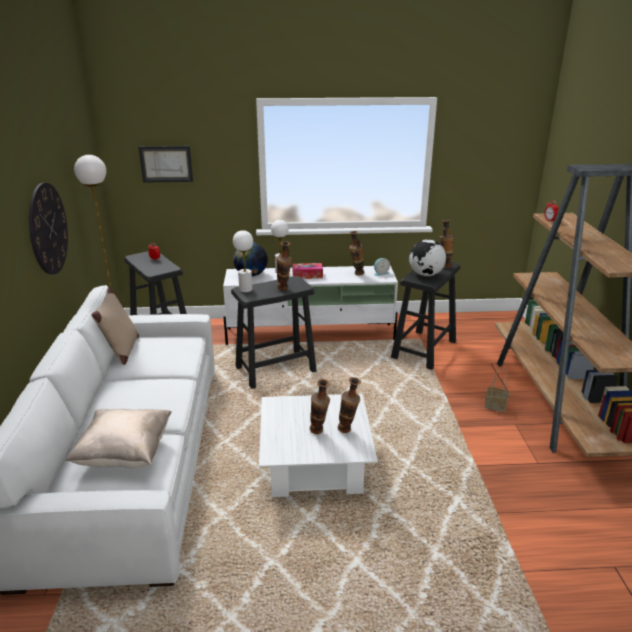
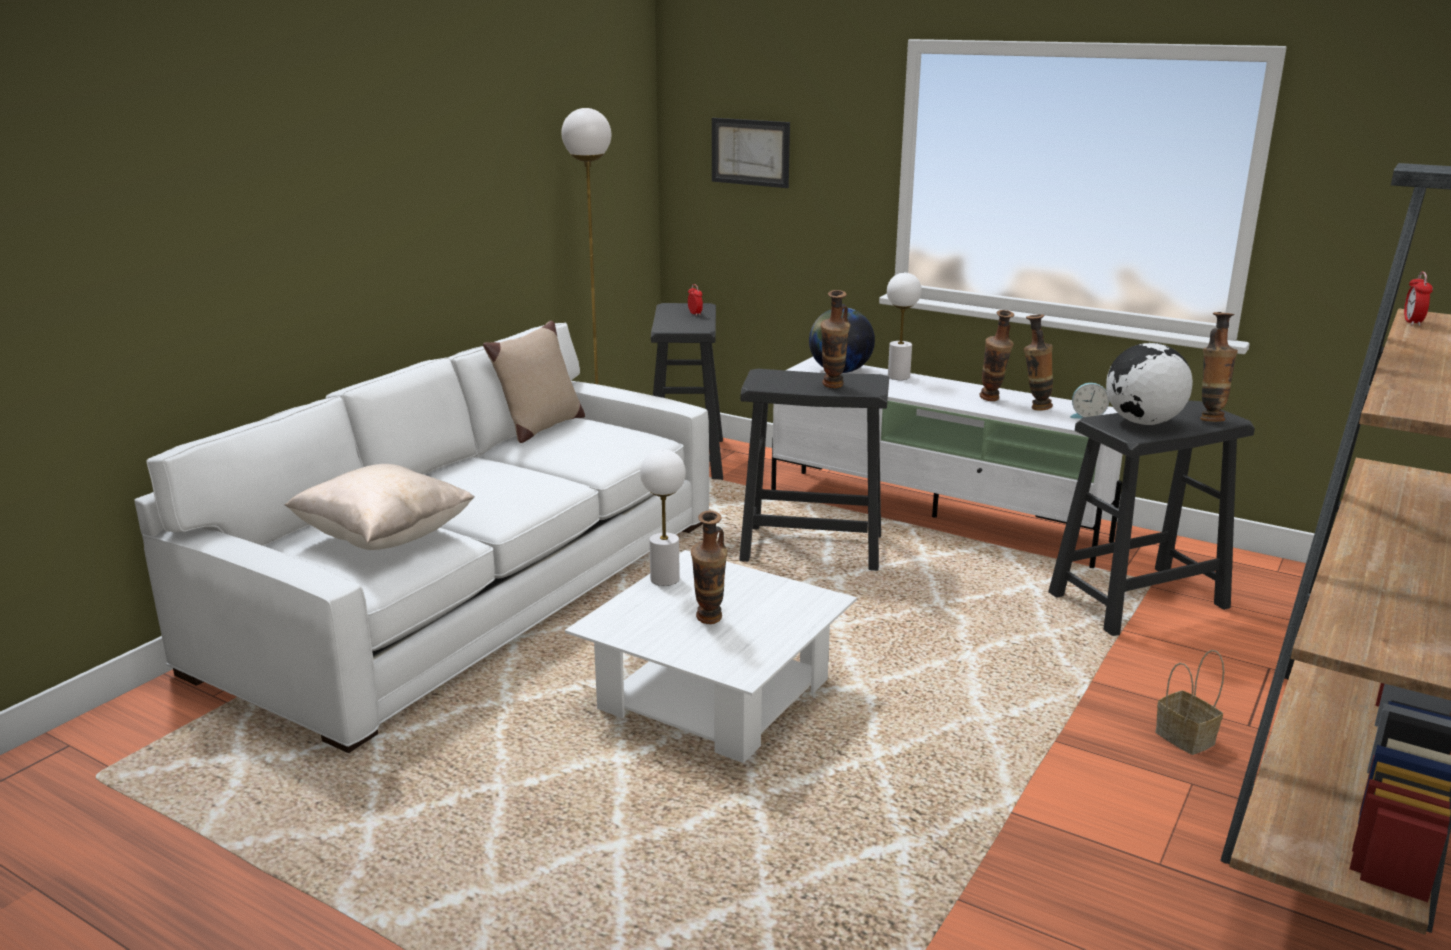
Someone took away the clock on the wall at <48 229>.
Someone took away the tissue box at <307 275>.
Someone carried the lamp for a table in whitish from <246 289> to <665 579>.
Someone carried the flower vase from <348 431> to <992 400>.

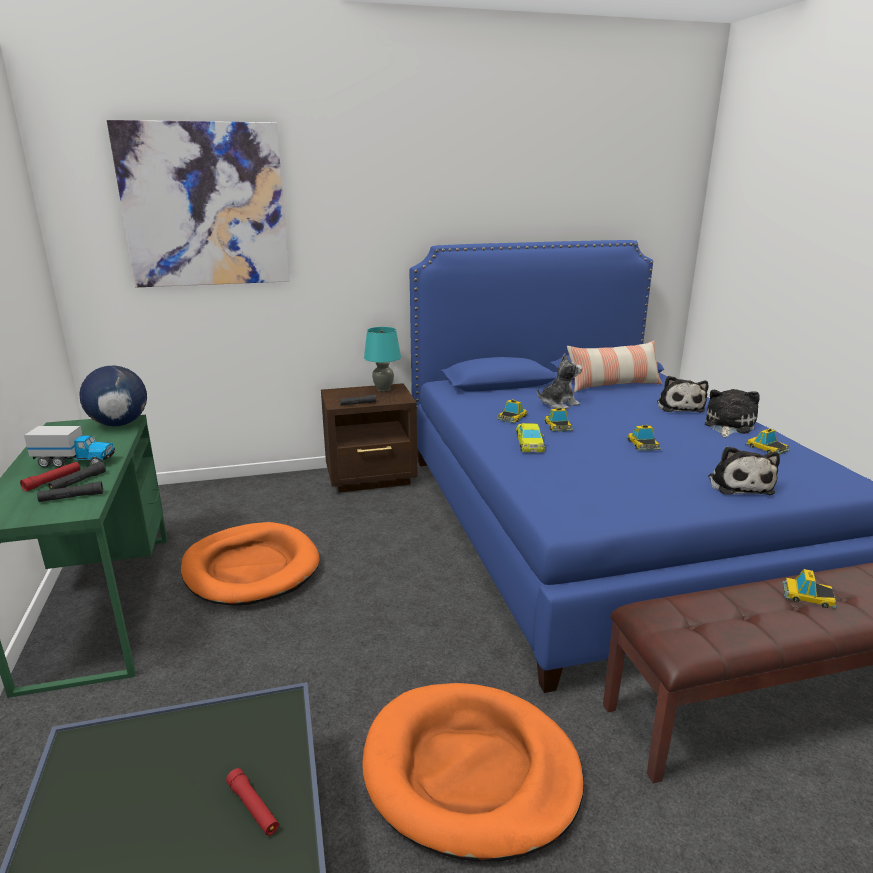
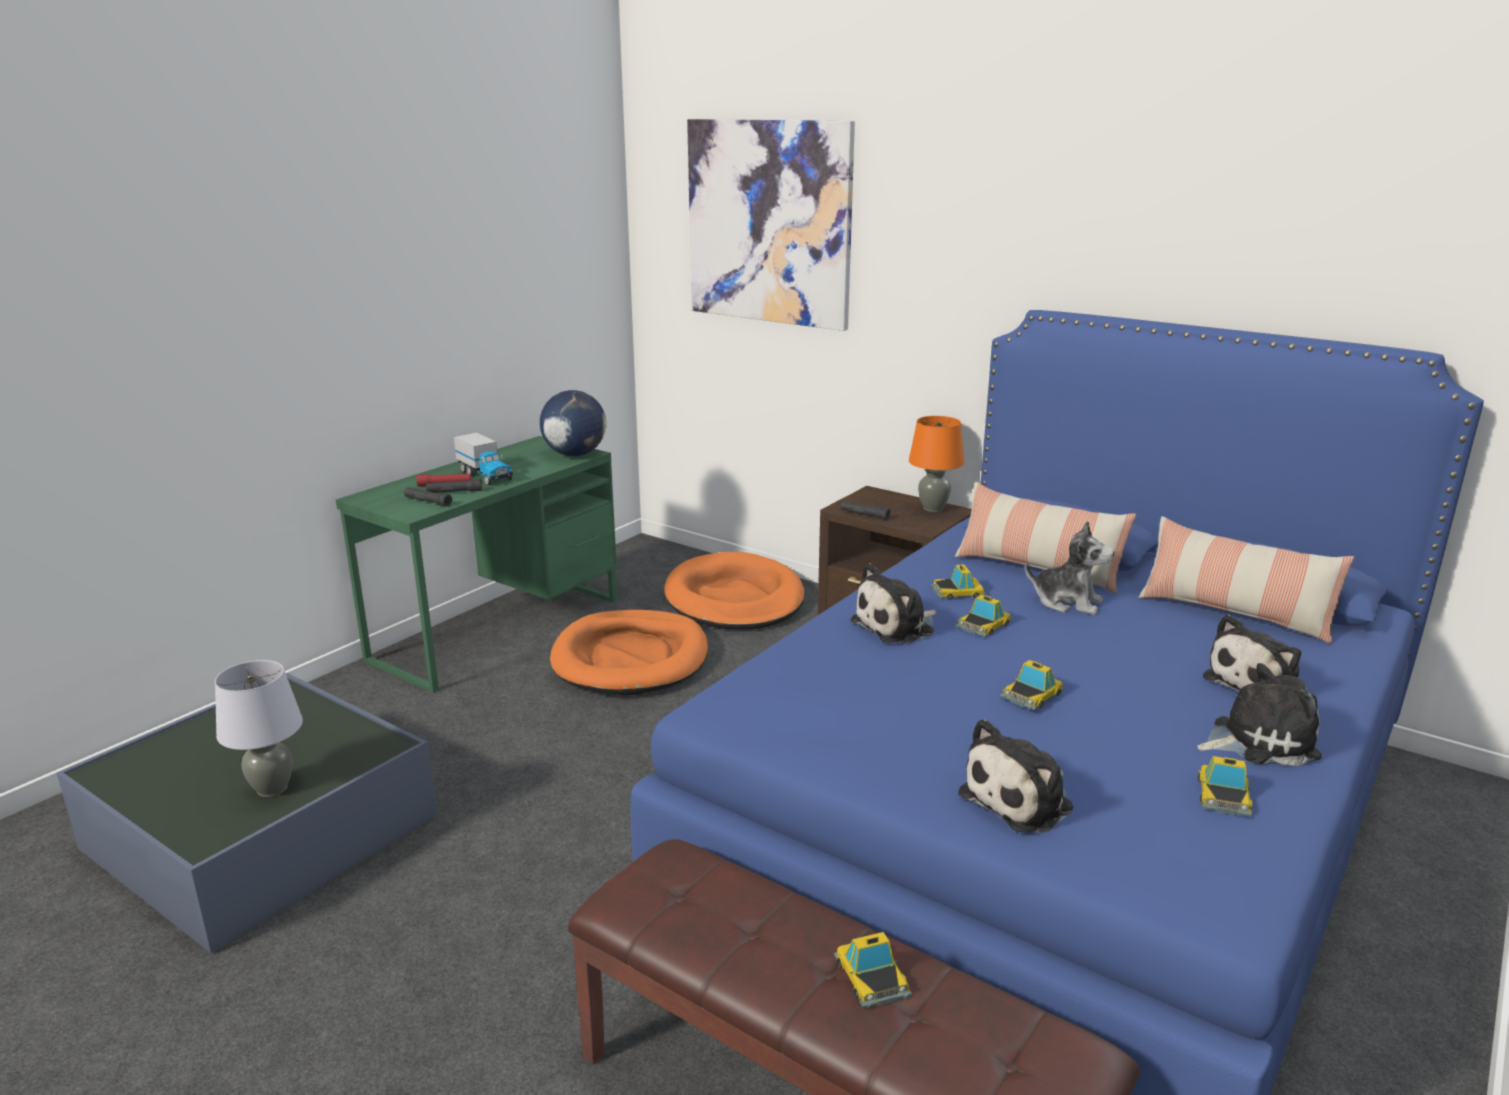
Someone put down the throw pillow at <1038 568>.
Someone carried the dog cushion in orange-coloured from <470 772> to <734 599>.
Someone swapped the hand torch in red-coloured at <253 807> for the lamp for a table in grey at <272 789>.
Someone swapped the miniature car in yellow at <529 442> for the plush toy at <897 626>.
Someone repainted the lamp for a table in turquoise at <383 389>, which became the lamp for a table in orange-coloured at <932 508>.

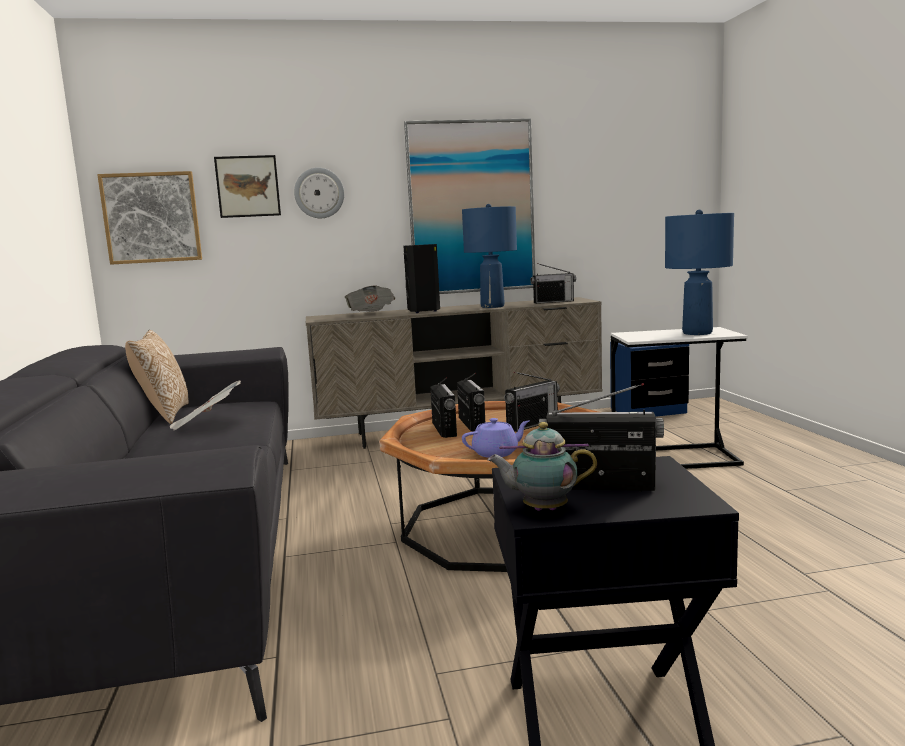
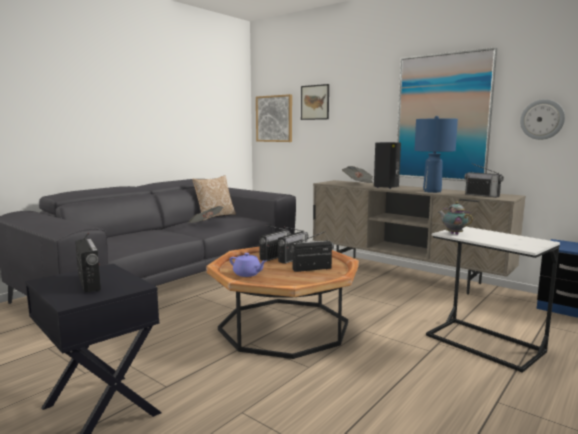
Someone took away the lamp for a table in bluish at <697 333>.
Someone carried the clock on the wall from <319 193> to <542 119>.
Someone carried the teapot from <542 510> to <453 233>.
Someone rotated the radio receiver at <532 424> by 150 degrees clockwise.

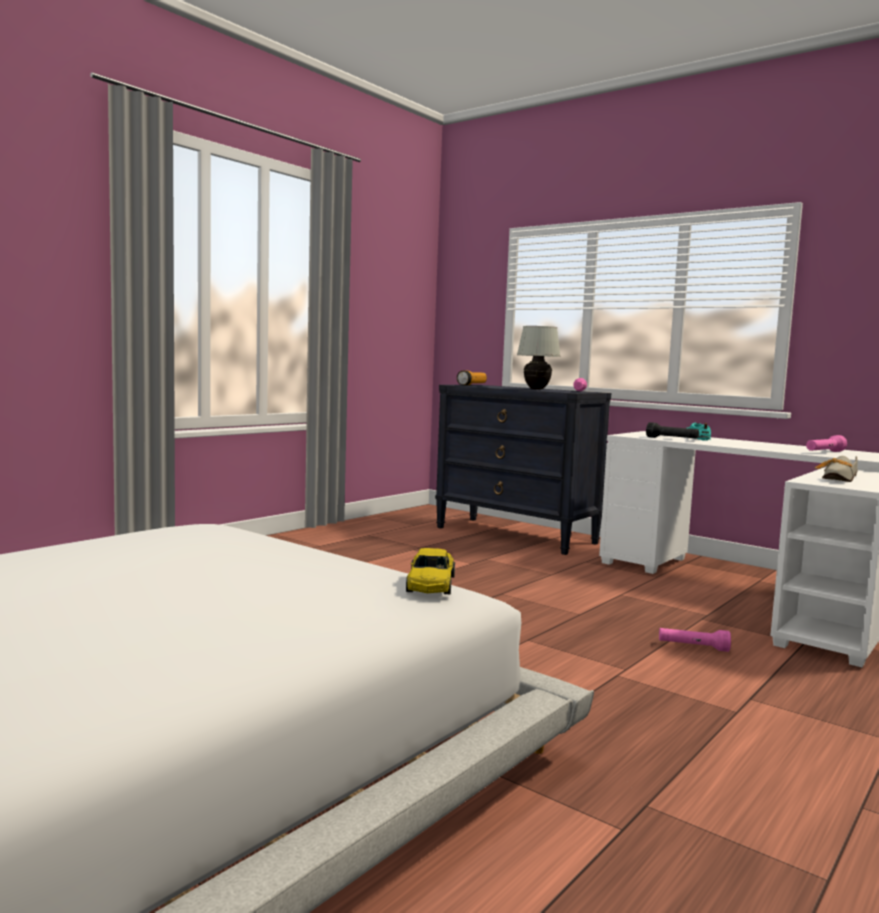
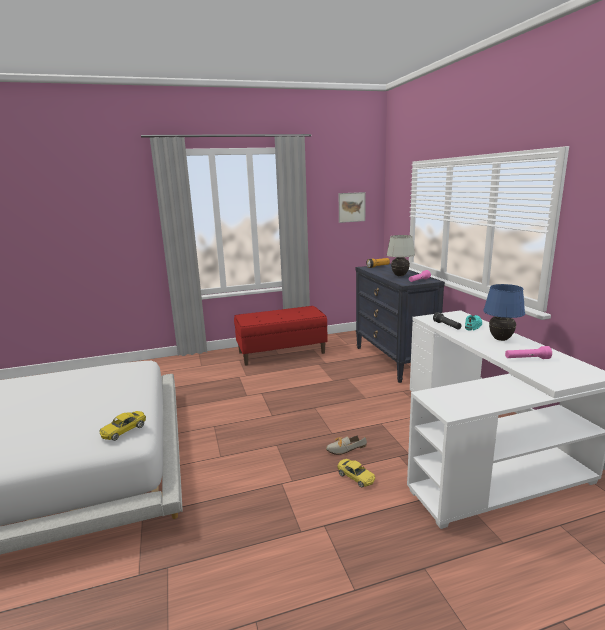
Someone put down the indoor bench in red-coloured at <281 352>.
Someone put up the wall art at <351 207>.
Someone put down the lamp for a table in bluish at <500 339>.
Someone carried the item of footwear from <838 479> to <343 449>.
Someone swapped the hand torch in pinkish at <693 647> for the miniature car in yellow at <356 476>.

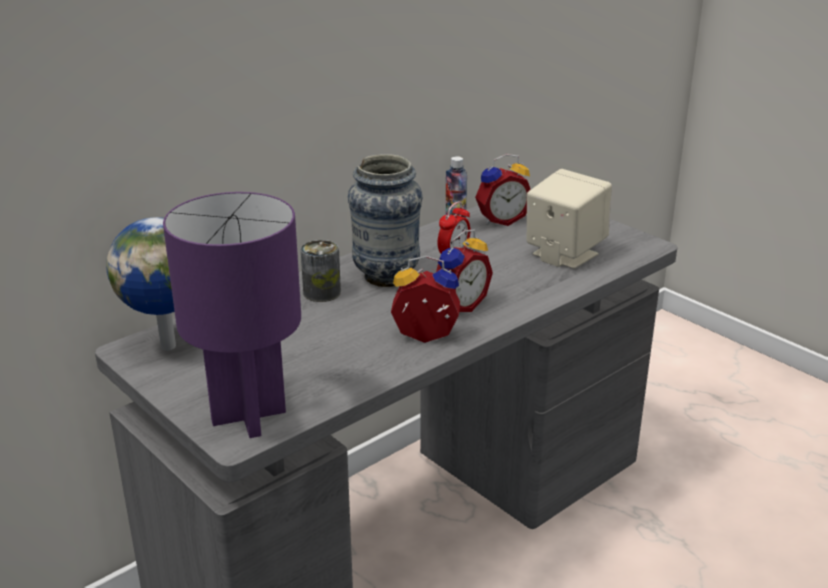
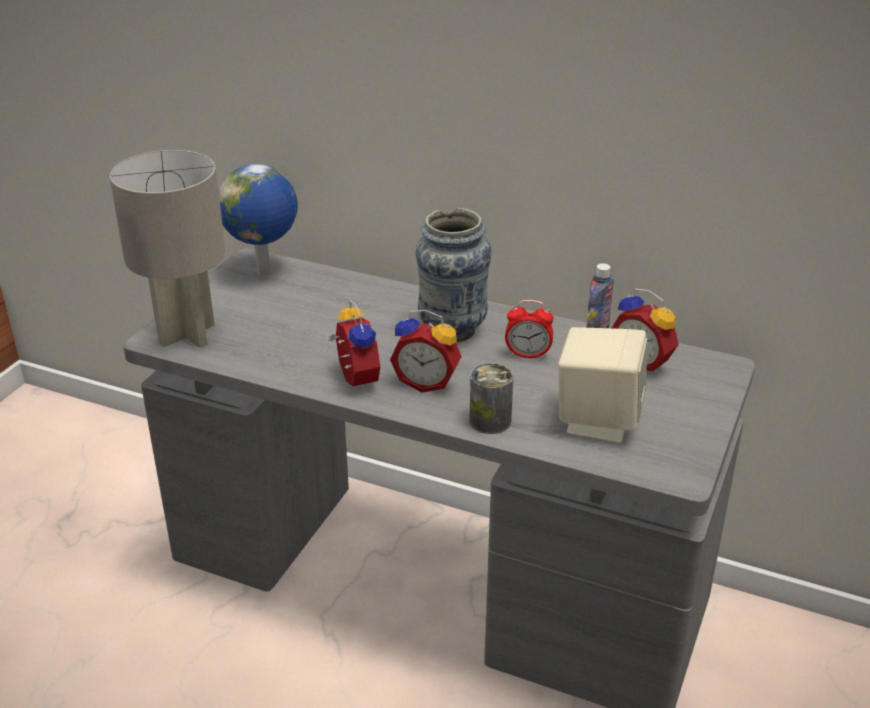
Someone carried the can from <322 292> to <490 421>.
Someone repainted the lamp for a table in purple at <250 416>, which became the lamp for a table in grey at <186 335>.

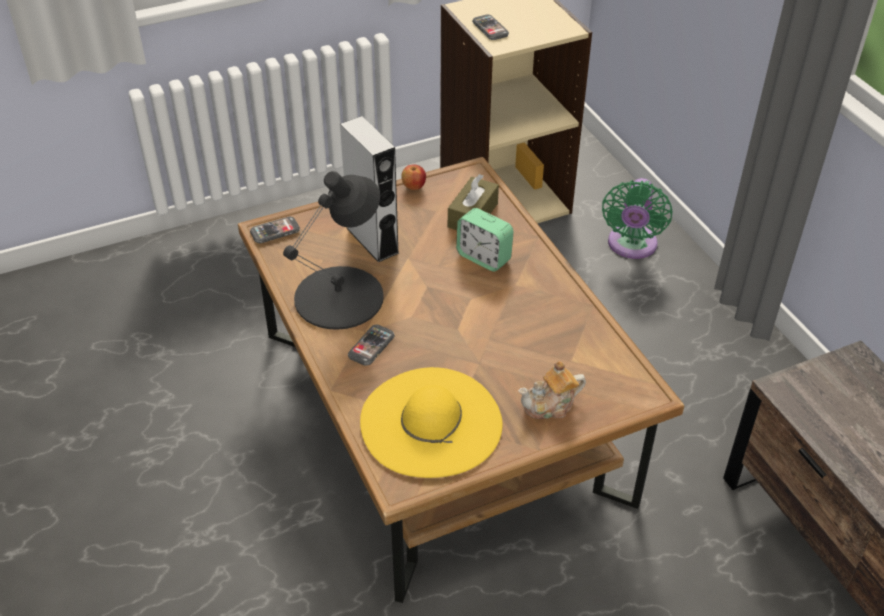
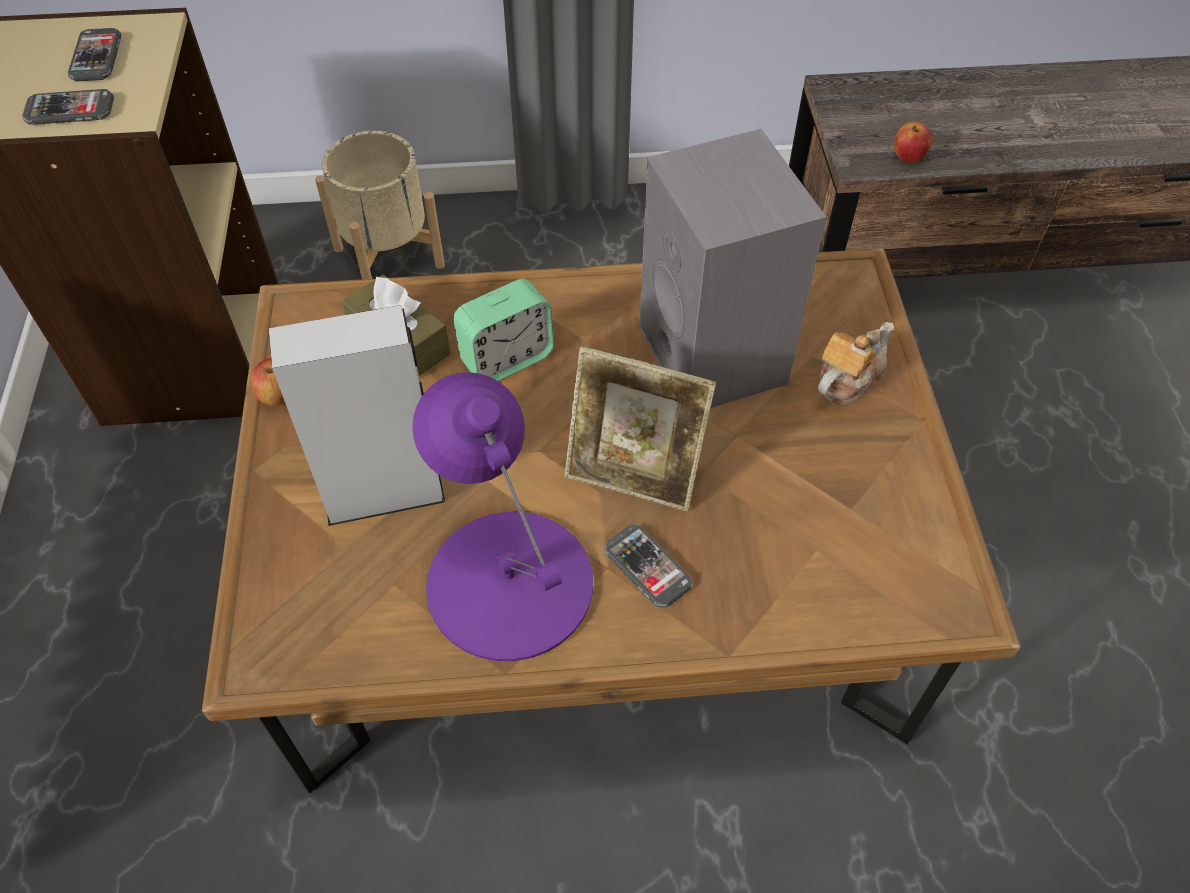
Someone took away the wearable hat in yellow at <430 422>.
Someone put down the picture frame at <634 475>.
Someone put down the loudspeaker in grey at <716 356>.
Someone put down the apple at <908 157>.
Someone carried the telephone from <275 231> to <96 57>.
Someone swapped the fan in green at <631 246> for the flower pot in sand-coloured at <388 257>.
Someone repainted the lamp for a table in black-coloured at <340 297>, which became the lamp for a table in purple at <510 581>.
Someone rotated the teapot at <550 406> by 135 degrees counterclockwise.

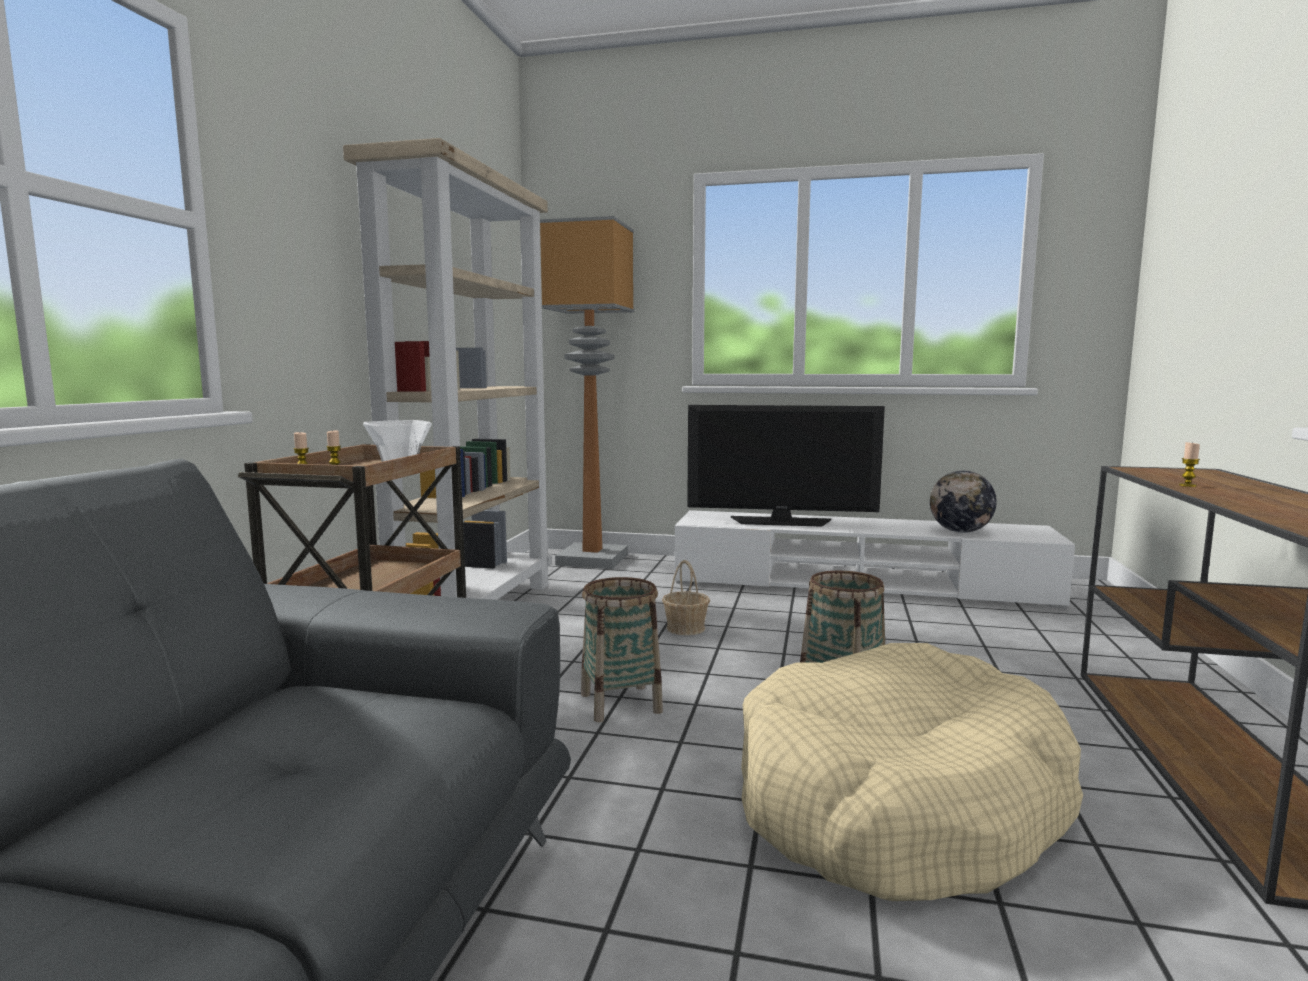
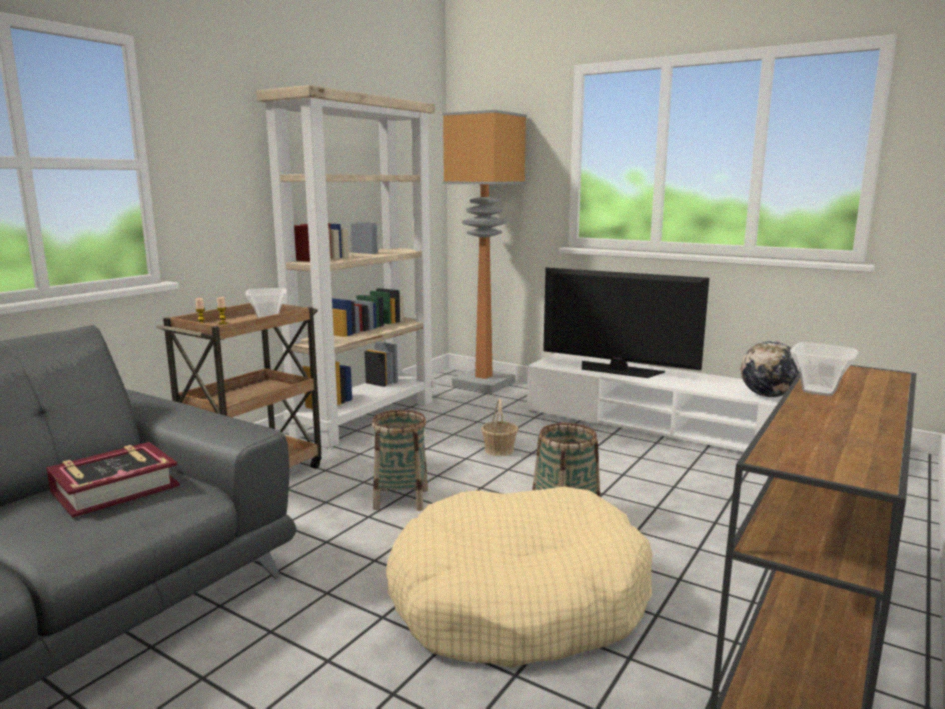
Someone put down the volume at <115 488>.
Someone swapped the wax candle at <1187 485> for the deep dish at <817 391>.

